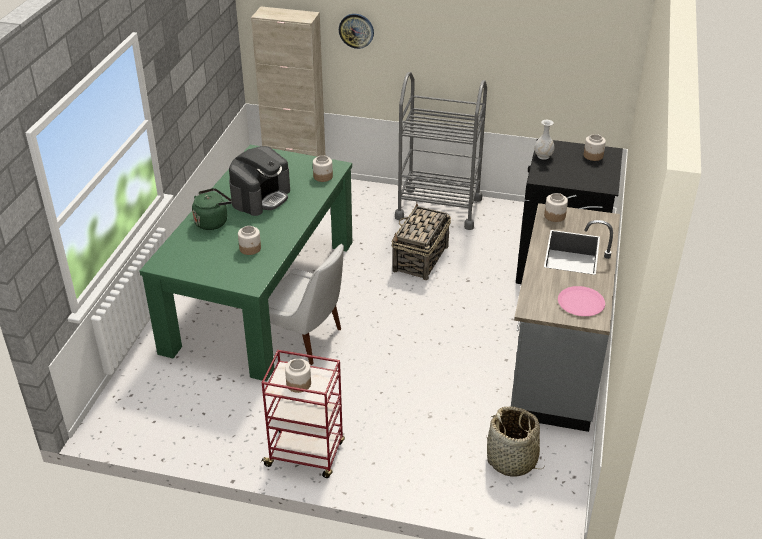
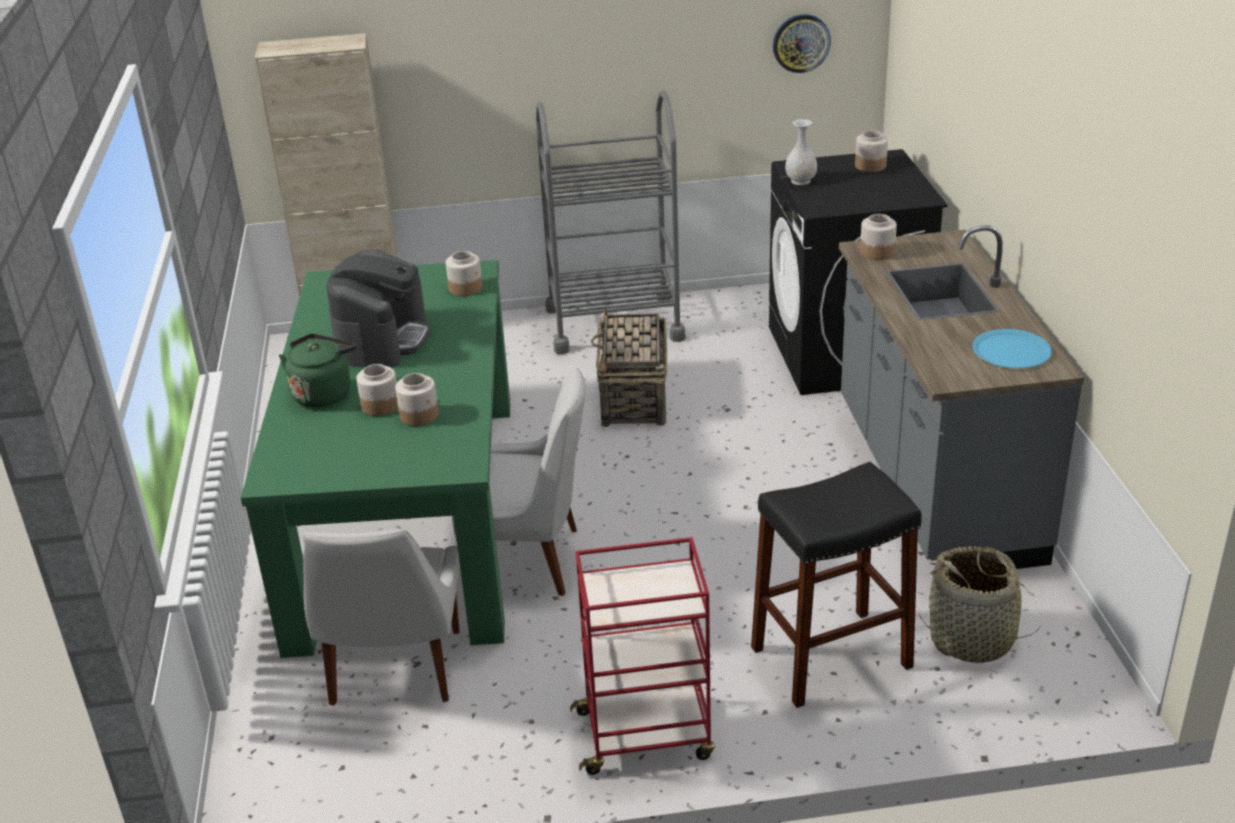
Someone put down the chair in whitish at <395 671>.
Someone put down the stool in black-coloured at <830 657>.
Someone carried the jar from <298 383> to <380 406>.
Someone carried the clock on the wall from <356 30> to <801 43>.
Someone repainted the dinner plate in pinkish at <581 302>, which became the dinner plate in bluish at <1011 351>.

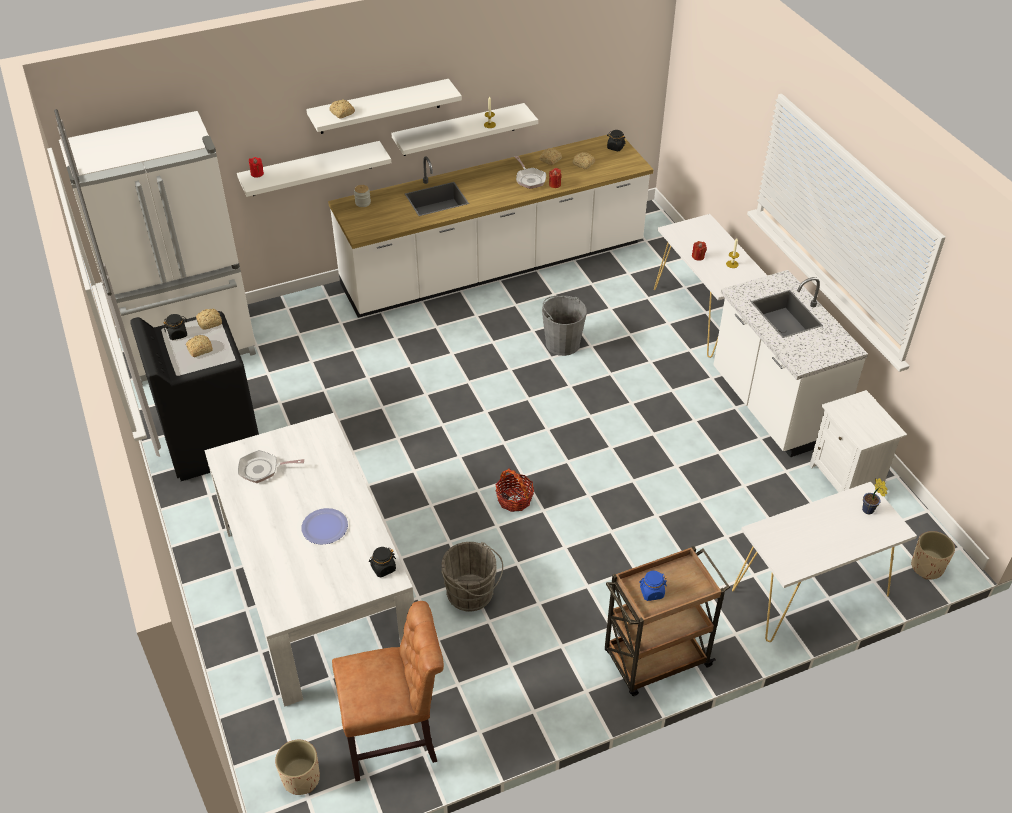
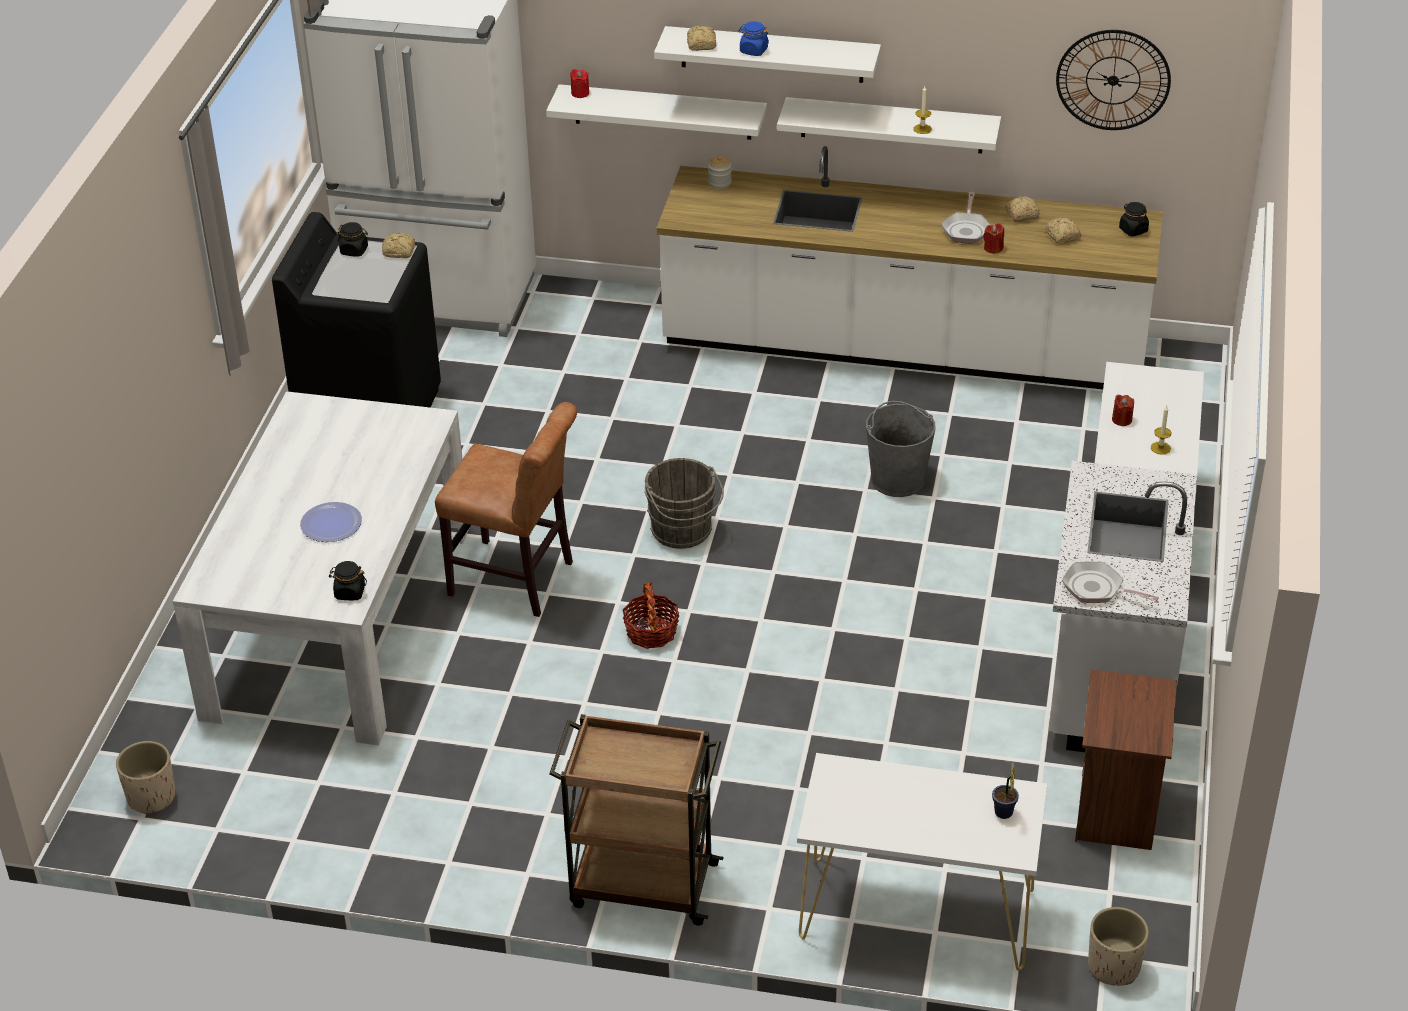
Someone took away the bakery bread at <199 350>.
Someone put up the clock on the wall at <1113 80>.
Someone carried the frying pan from <262 469> to <1097 589>.
Someone carried the chair in brownish from <396 738> to <517 580>.
Someone carried the bucket in grey from <472 594> to <683 532>.
Someone carried the jar in bluish from <651 592> to <753 50>.
Someone repainted the bedside table in whitish at <846 478>, which became the bedside table in brownish at <1118 811>.

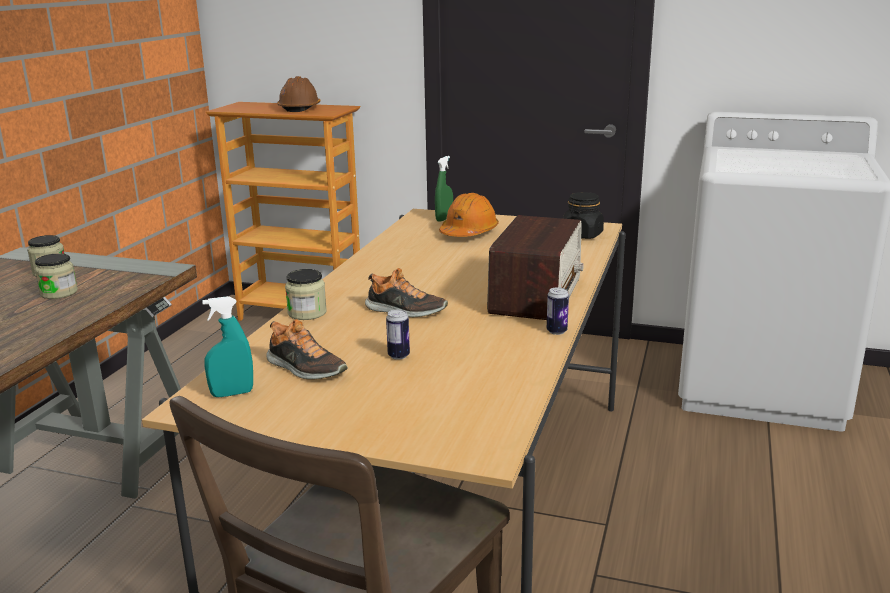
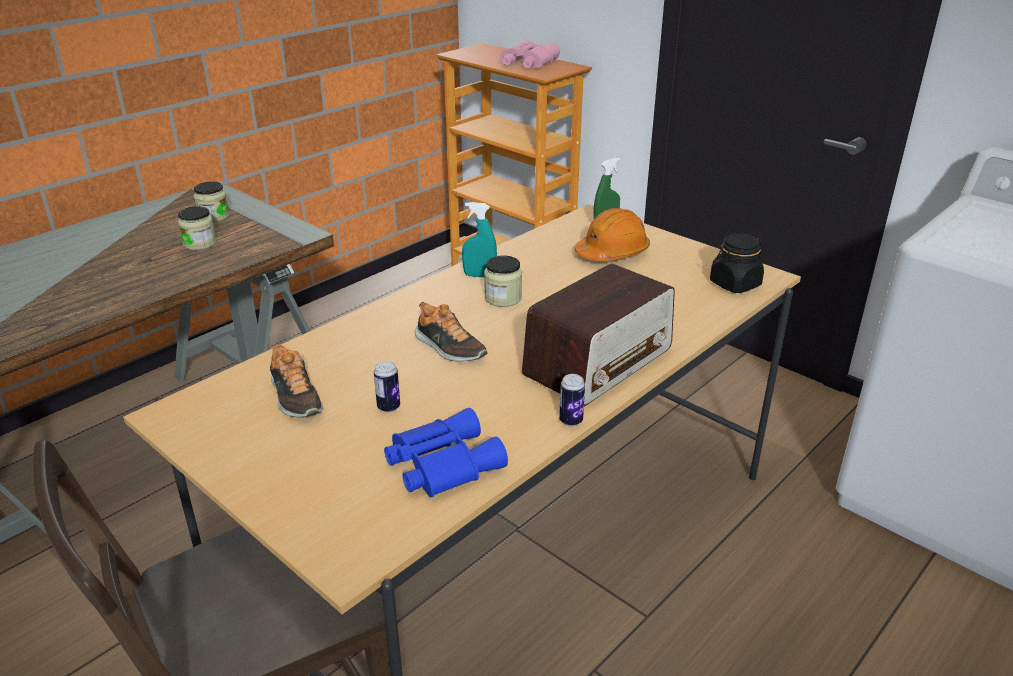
Someone put down the field glasses in bluish at <441 463>.
Someone carried the sprayer in turquoise from <232 393> to <479 275>.
Someone carried the jar from <307 313> to <503 298>.
Someone swapped the work helmet in brownish at <300 108> for the field glasses in pinkish at <527 63>.

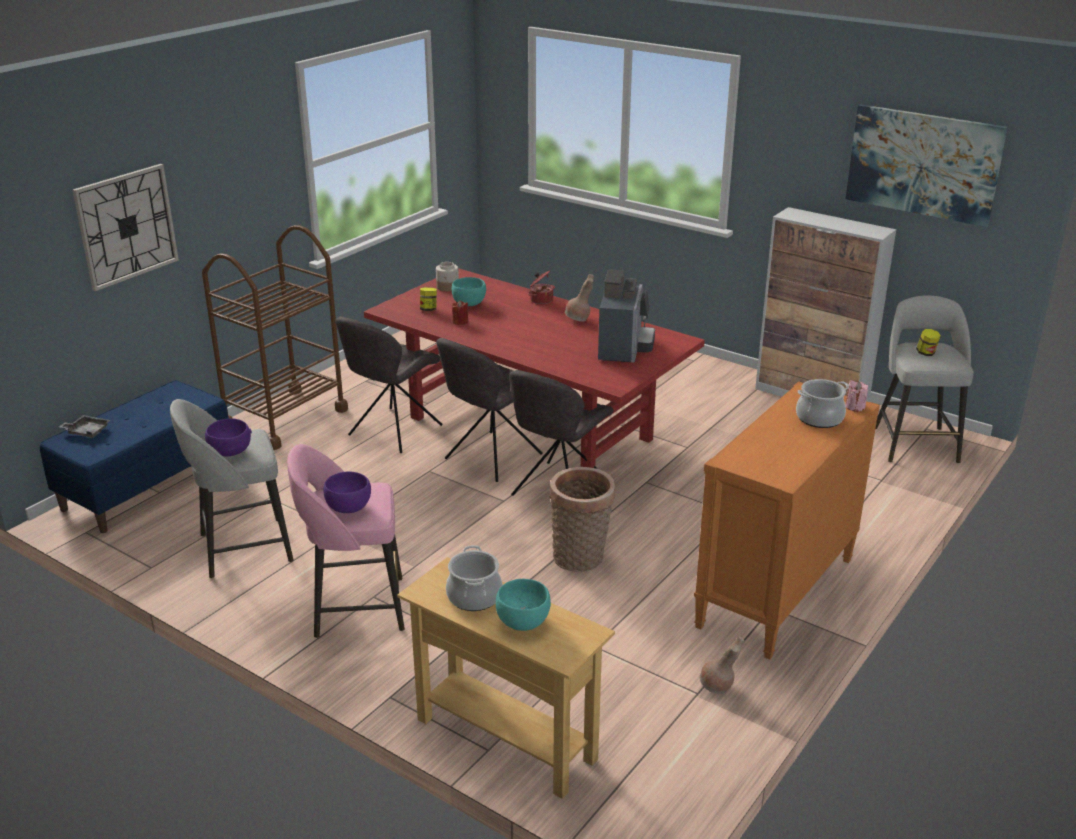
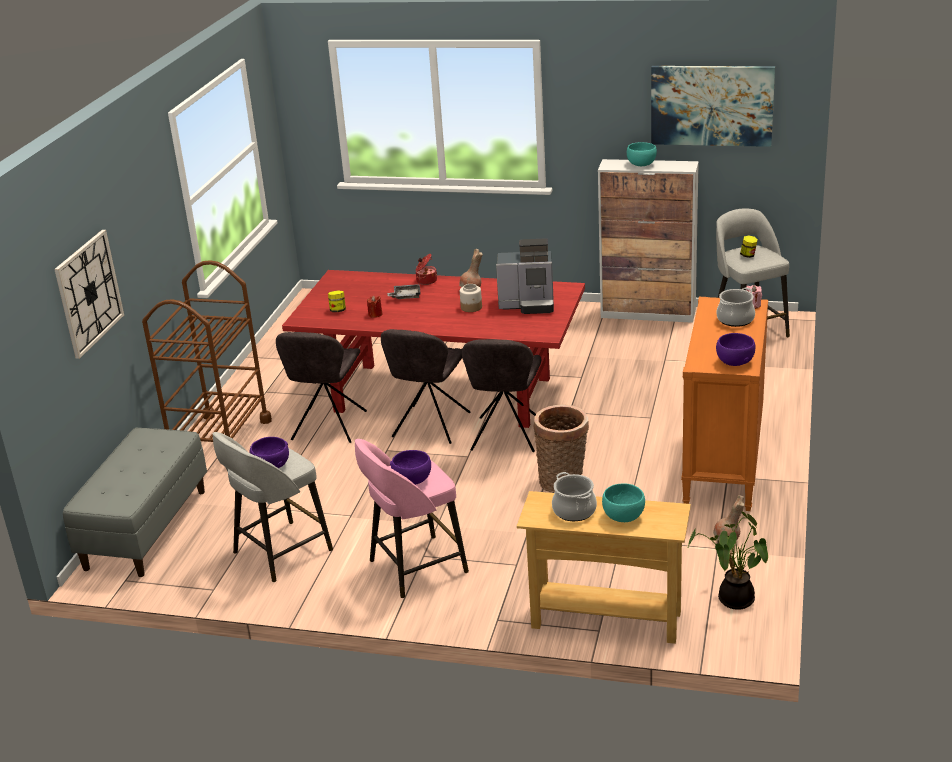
Someone put down the plant in a pot at <732 600>.
Someone put down the deep dish in purple at <734 362>.
Someone carried the carrying tray in grey from <87 431> to <406 296>.
Someone carried the jar from <447 287> to <471 307>.
Someone carried the deep dish in turquoise from <469 303> to <641 164>.
Someone repainted the indoor bench in bluish at <147 486>, which became the indoor bench in grey at <146 529>.
Someone rotated the coffee maker at <624 348> by 105 degrees clockwise.

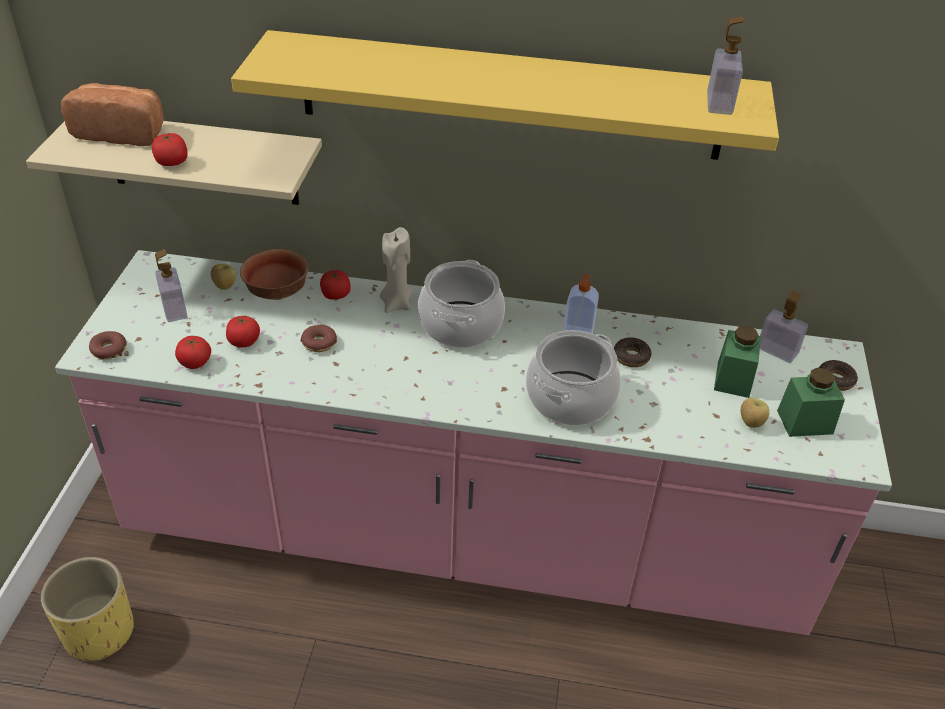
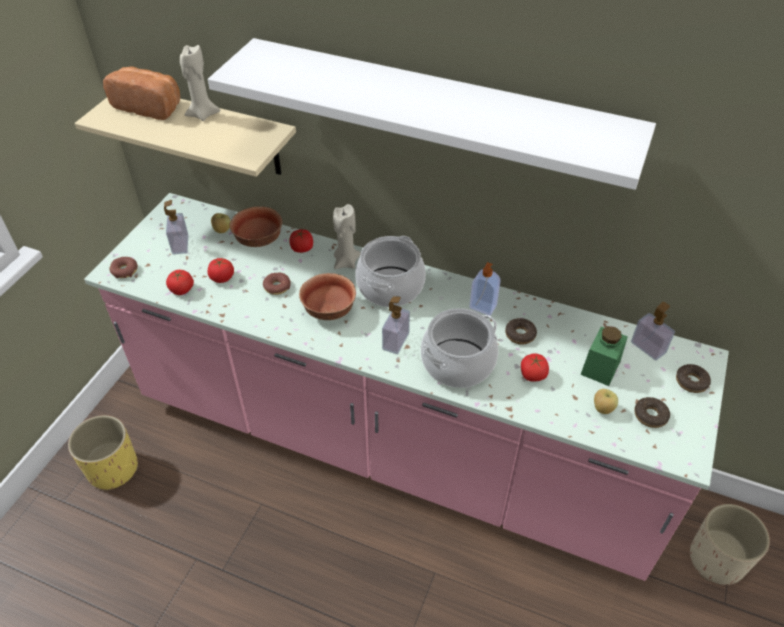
Someone put down the wax candle in sand-coloured at <202 114>.
Someone put down the deep dish at <328 311>.
Someone put down the flower pot in sand-coloured at <716 560>.
Someone carried the fresh tomato from <172 162> to <532 375>.
Someone carried the soap bottle from <719 103> to <395 341>.
Someone swapped the jar in green at <804 422> for the doughnut at <650 415>.
Someone repainted the shelf in yellow at <510 96>, which became the shelf in whitish at <438 110>.

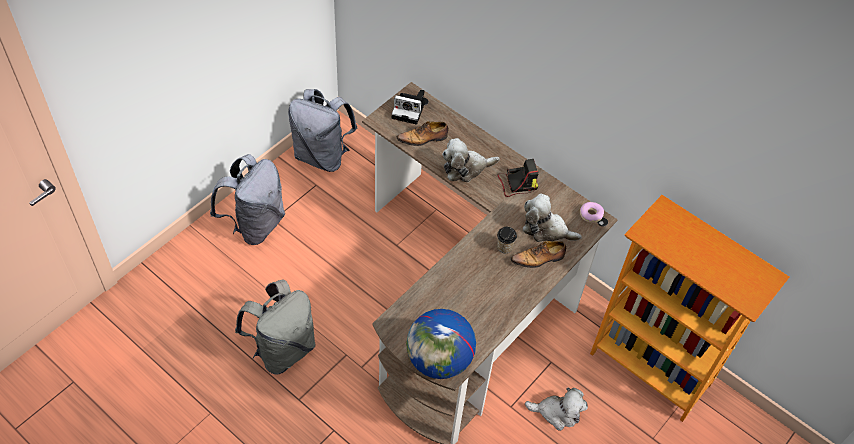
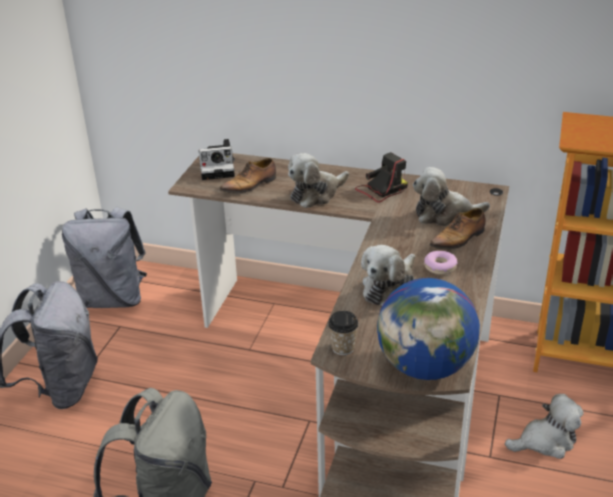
Someone put down the plush toy at <389 288>.
Someone carried the small cup from <504 247> to <343 348>.
Someone carried the doughnut from <591 214> to <440 267>.

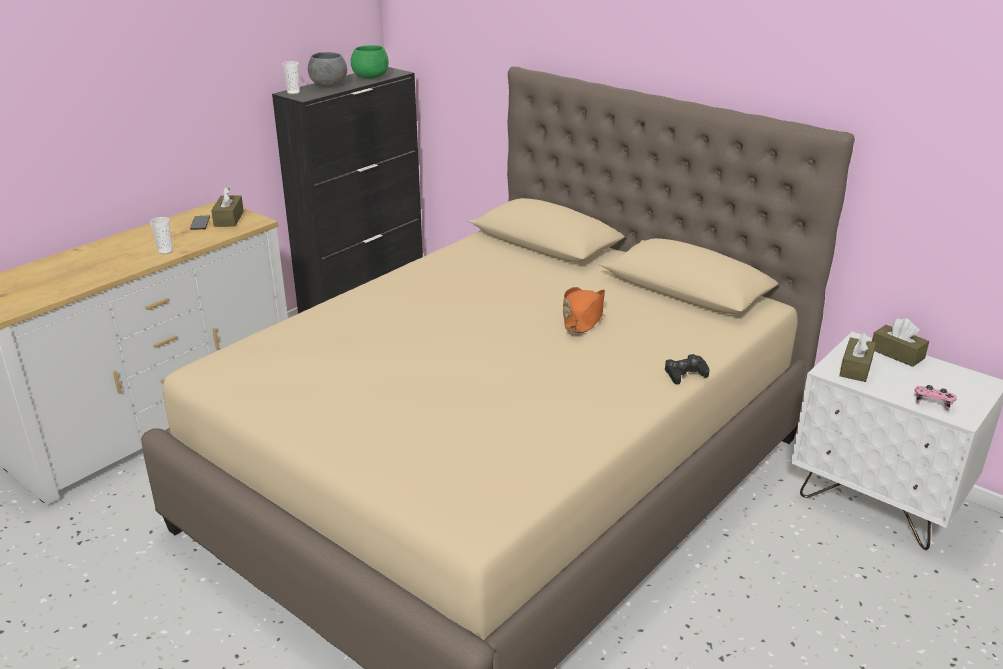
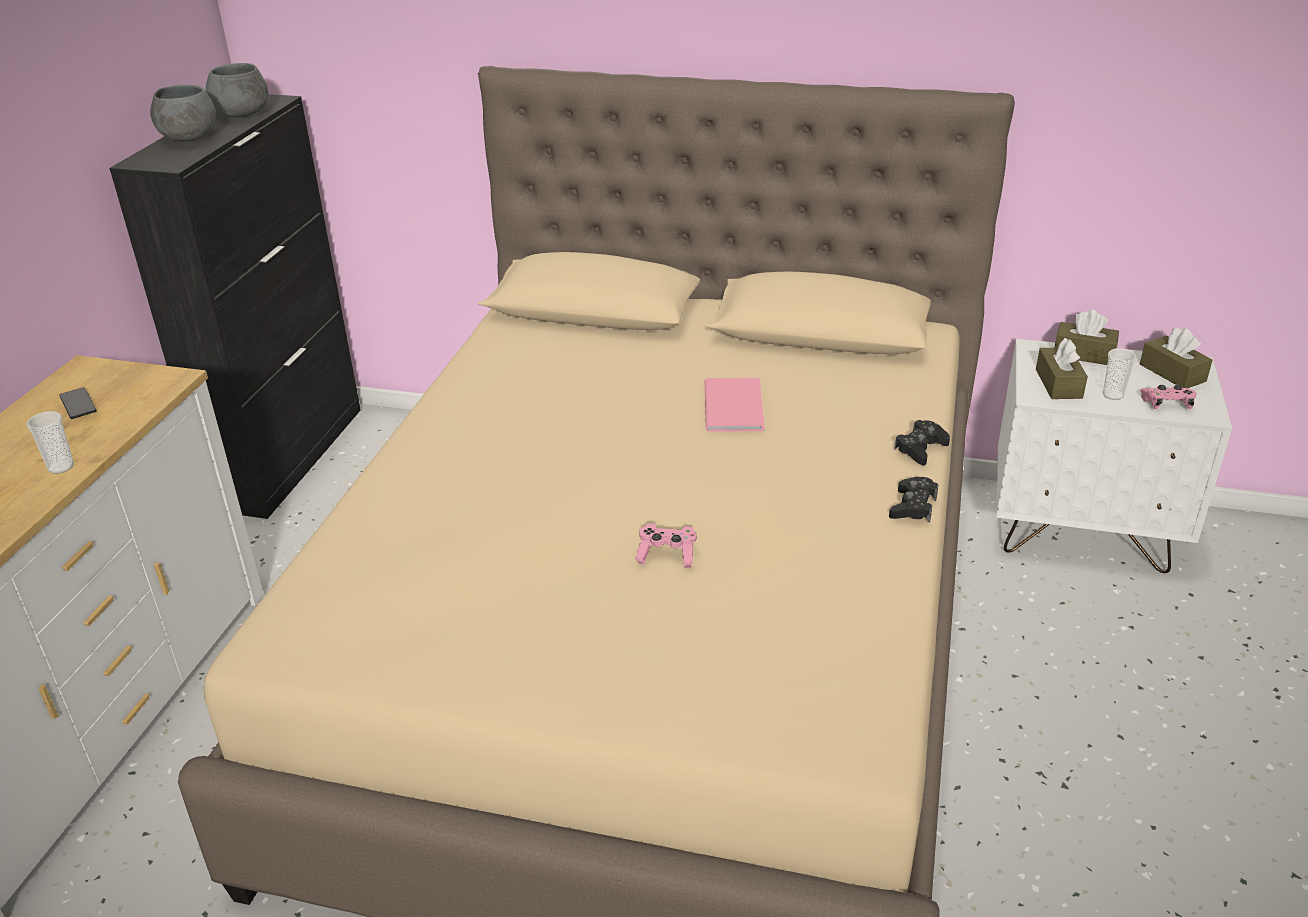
Someone put down the game controller in pinkish at <667 554>.
Someone put down the game controller in black-coloured at <913 506>.
Someone carried the tissue box in brownish from <229 219> to <1172 373>.
Someone carried the small cup from <293 92> to <1113 395>.
Someone swapped the wearable hat in orange-coloured at <583 317> for the volume in pinkish at <736 405>.
Someone repainted the deep dish in green at <371 77>, which became the deep dish in grey at <242 114>.

